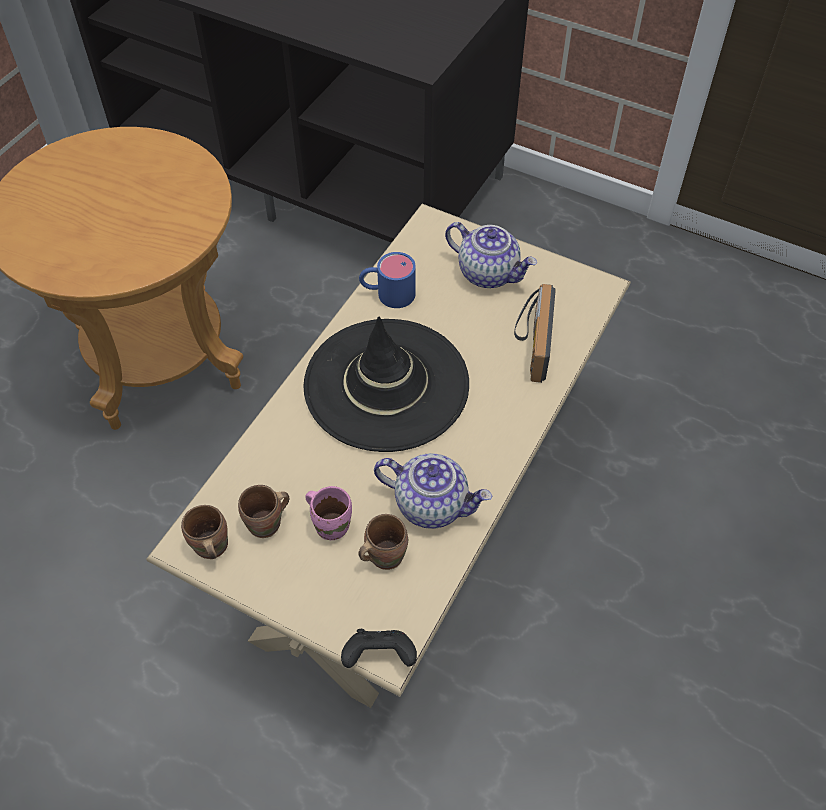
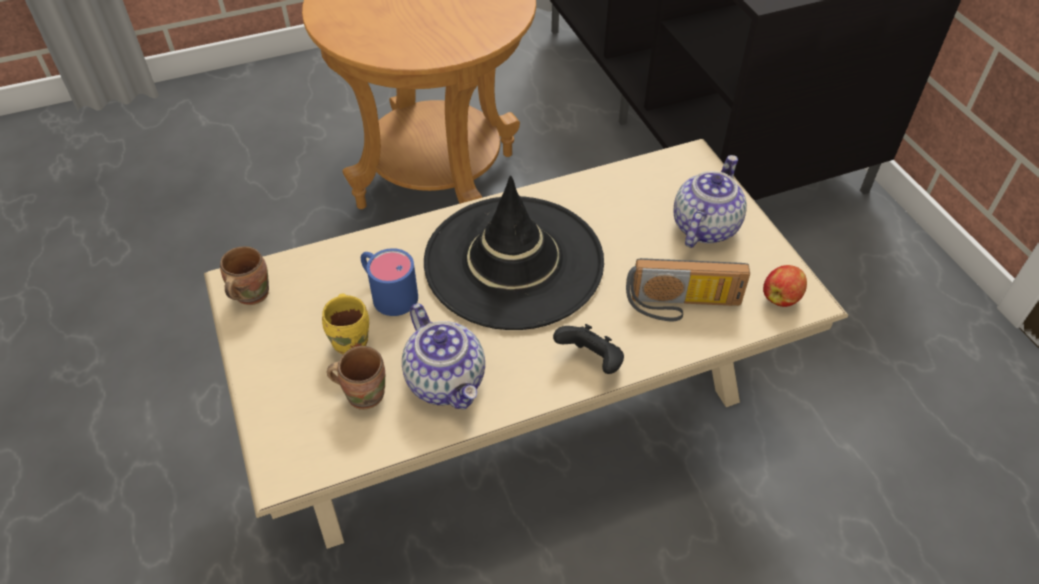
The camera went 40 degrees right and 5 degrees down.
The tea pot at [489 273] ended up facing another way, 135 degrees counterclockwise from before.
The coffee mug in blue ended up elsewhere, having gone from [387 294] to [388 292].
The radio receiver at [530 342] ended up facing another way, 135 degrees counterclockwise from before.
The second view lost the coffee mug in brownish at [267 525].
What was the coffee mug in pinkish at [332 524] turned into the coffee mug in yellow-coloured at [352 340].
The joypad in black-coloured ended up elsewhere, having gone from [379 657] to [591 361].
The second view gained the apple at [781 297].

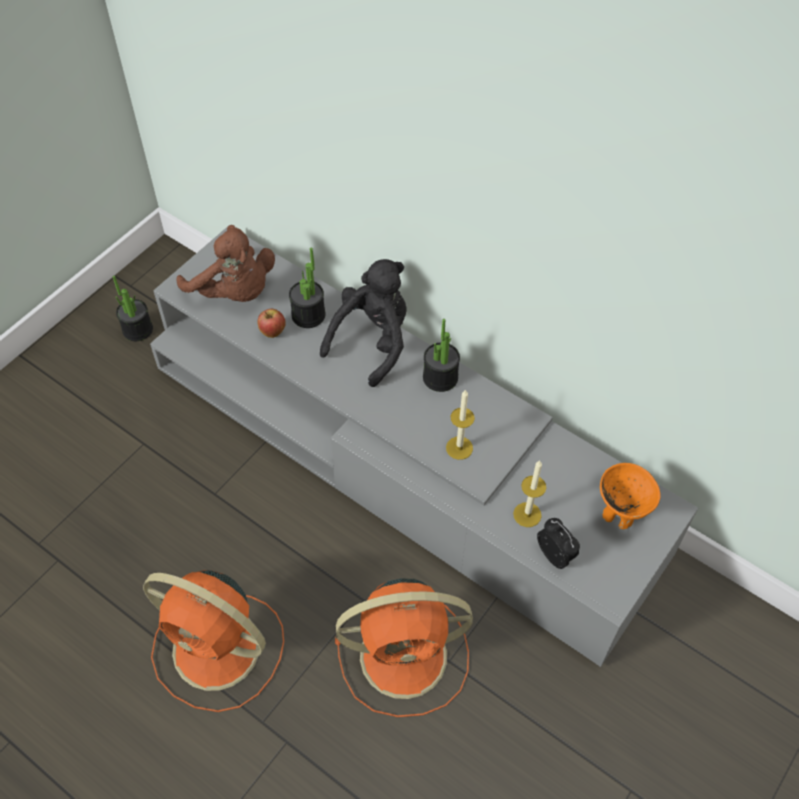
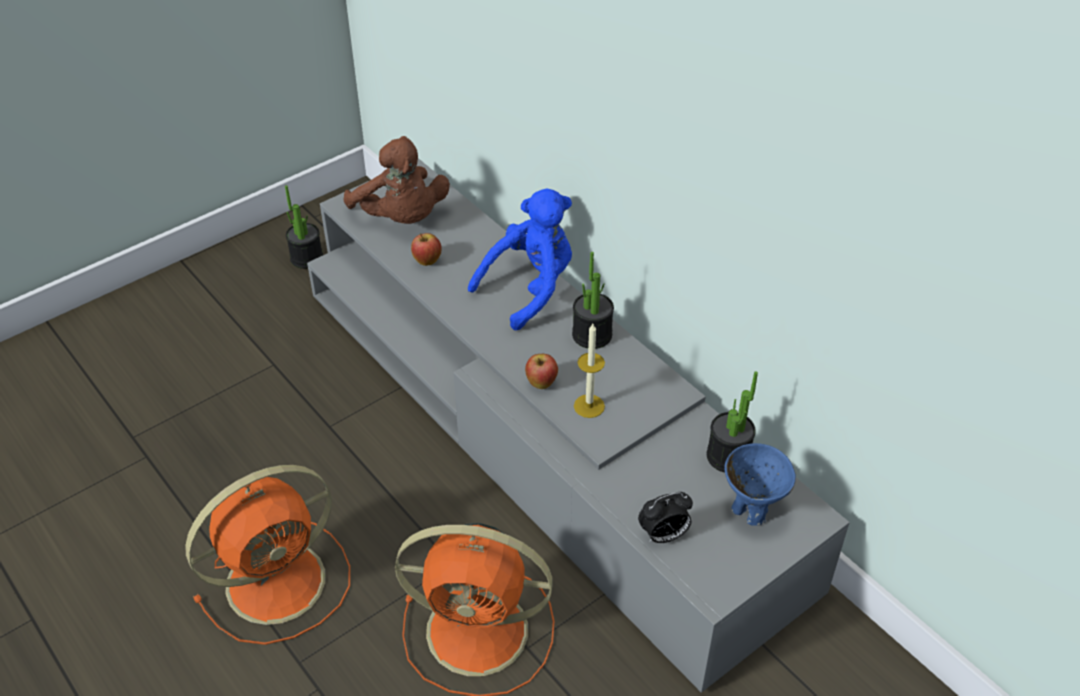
The camera went 15 degrees right and 10 degrees down.
The potted plant ended up elsewhere, having gone from [308 315] to [728 456].
What was the plush toy in black-coloured at [372 341] turned into the plush toy in blue at [530 288].
The second view lost the candle at [527 514].
What was the deep dish in orange at [618 516] turned into the deep dish in blue at [750 511].
The table clock at [556 555] ended up facing another way, 90 degrees clockwise from before.
The fan in orange at [220 650] ended up facing another way, 75 degrees counterclockwise from before.
The second view gained the apple at [541 384].

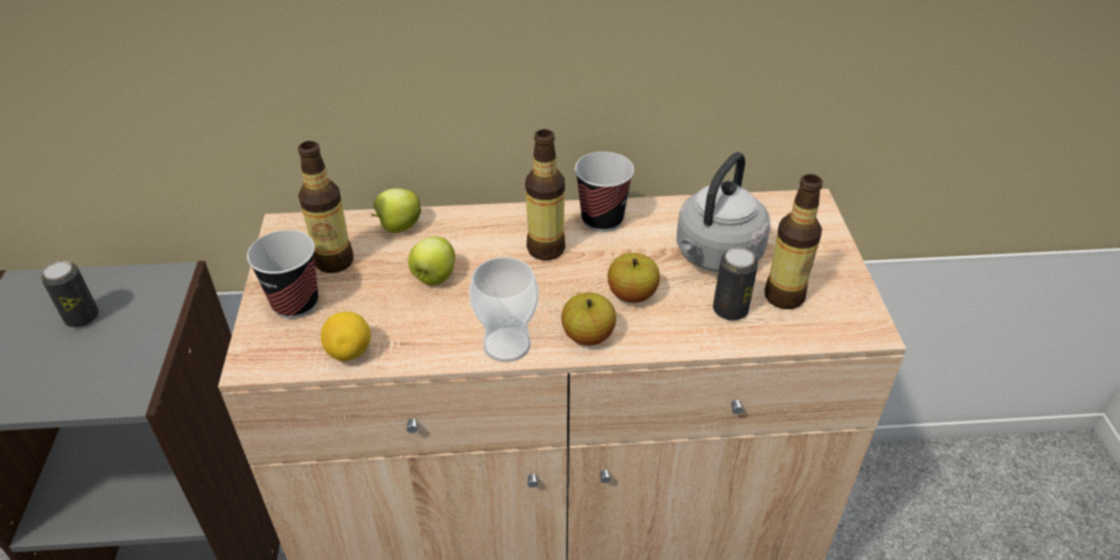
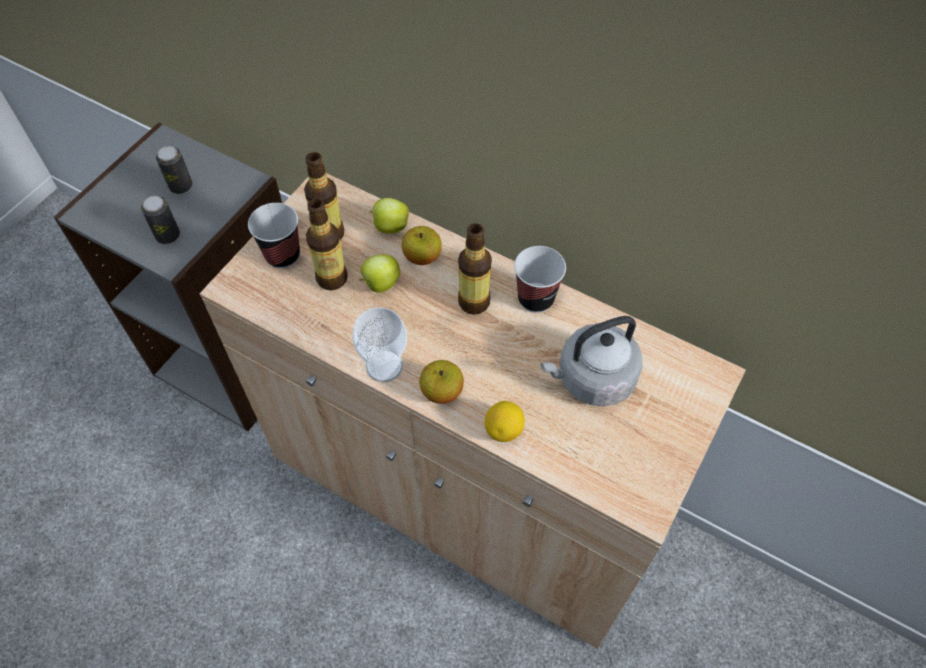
The camera went 35 degrees right and 15 degrees up.
The drink bottle ended up elsewhere, having gone from [784 296] to [332 278].
The sealed can ended up elsewhere, having gone from [730 310] to [168 235].
The apple ended up elsewhere, having gone from [632 294] to [422 256].
The whole lemon ended up elsewhere, having gone from [350 352] to [504 430].

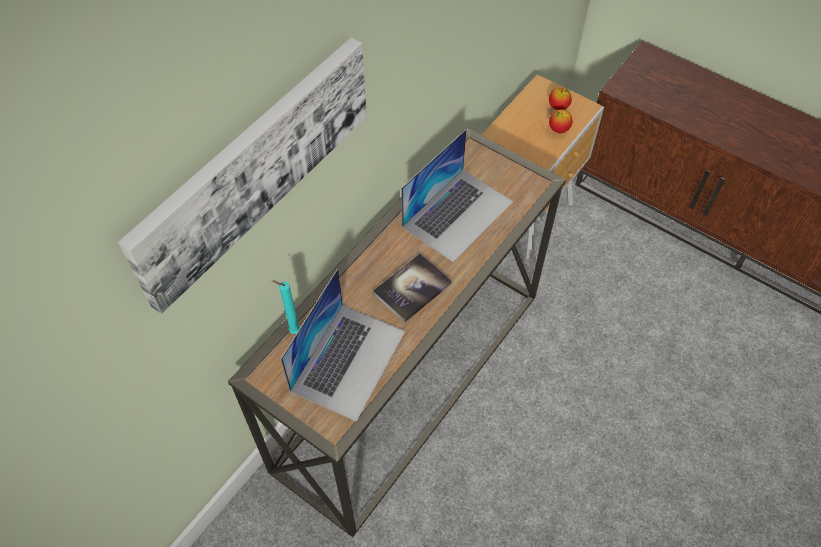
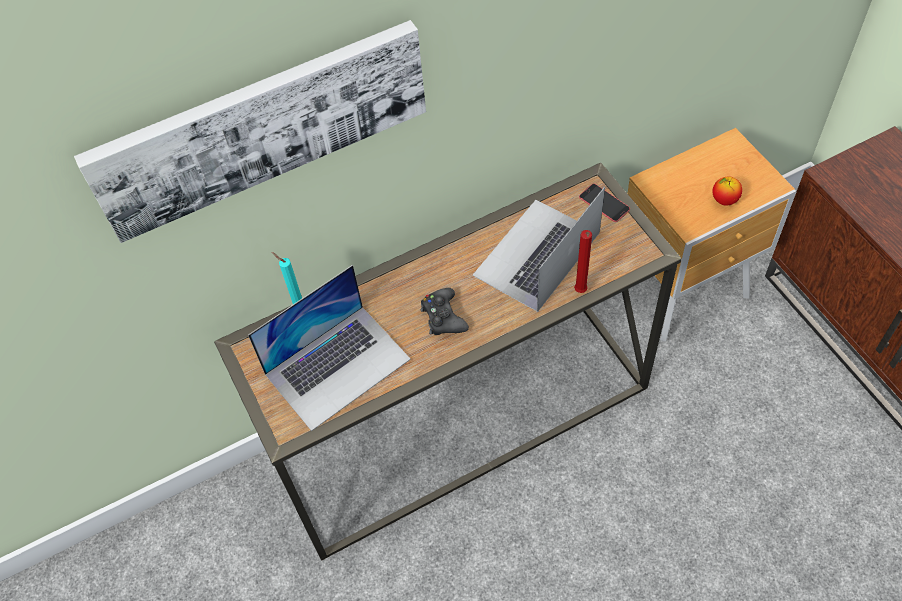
The camera went 30 degrees right and 0 degrees up.
The second view lost the apple at [558 107].
The notebook computer at [457 214] ended up facing another way, 150 degrees clockwise from before.
Where the book stood at [412 288], the joypad in black-coloured came to stand at [443 317].
The second view gained the telephone at [604 203].
The second view gained the candle in reddish at [580 292].

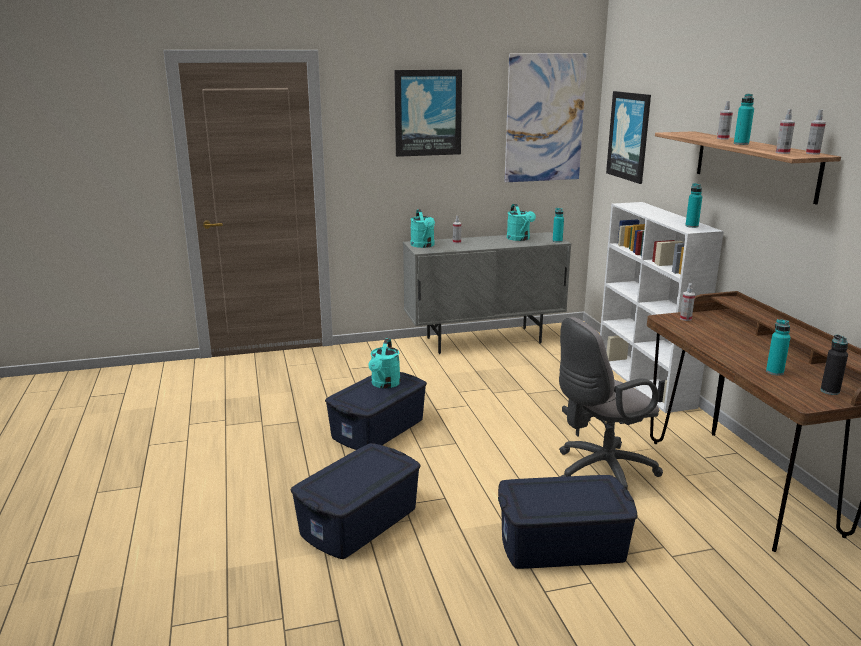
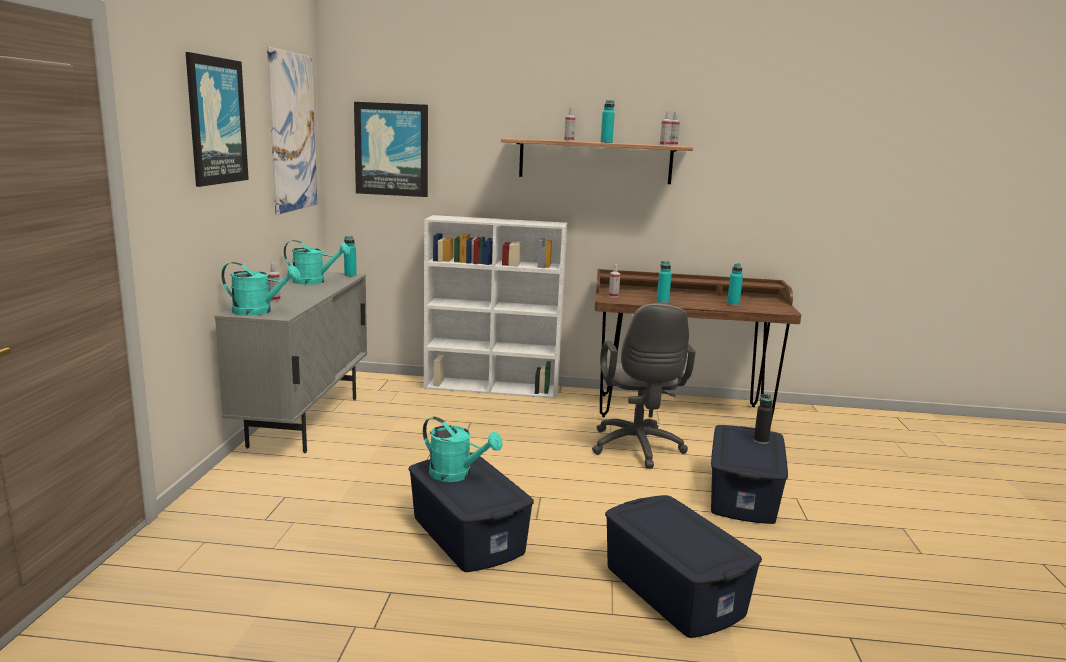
The camera went 70 degrees left and 5 degrees down.
The drink bottle in blue-green ended up elsewhere, having gone from [691 226] to [662 302].
The drink bottle in black-coloured ended up elsewhere, having gone from [830 391] to [761 441].

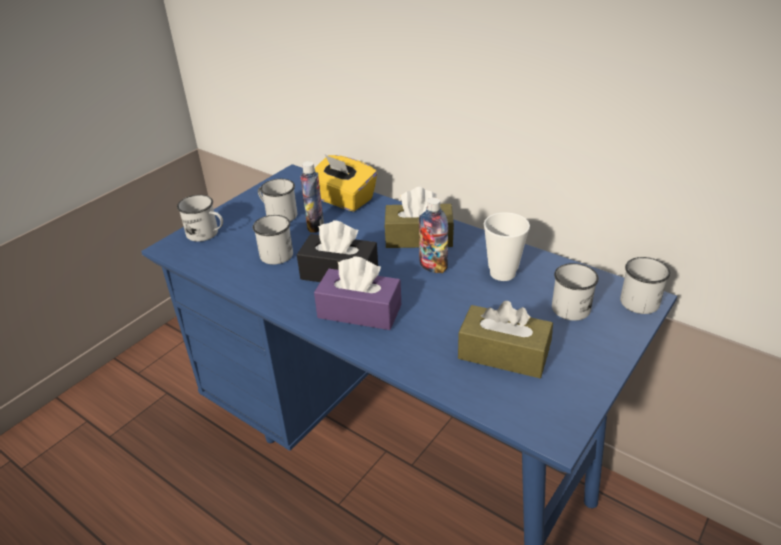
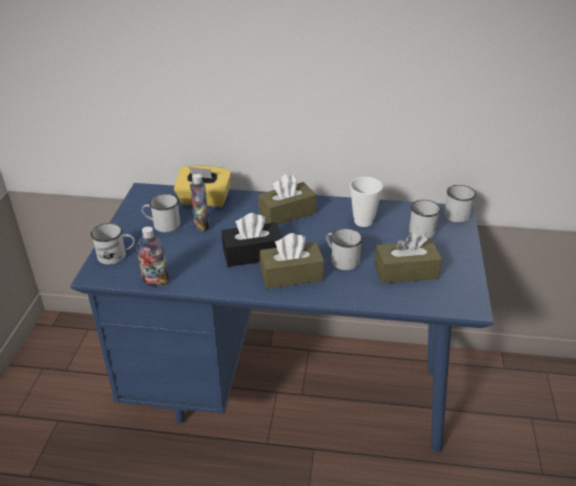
The camera went 30 degrees left and 0 degrees up.
The drink bottle ended up elsewhere, having gone from [433 267] to [155 282].
The coffee mug in whitish ended up elsewhere, having gone from [275 252] to [341 259].
What was the box of tissues in purple-coloured at [359 311] turned into the box of tissues in brownish at [291 275].

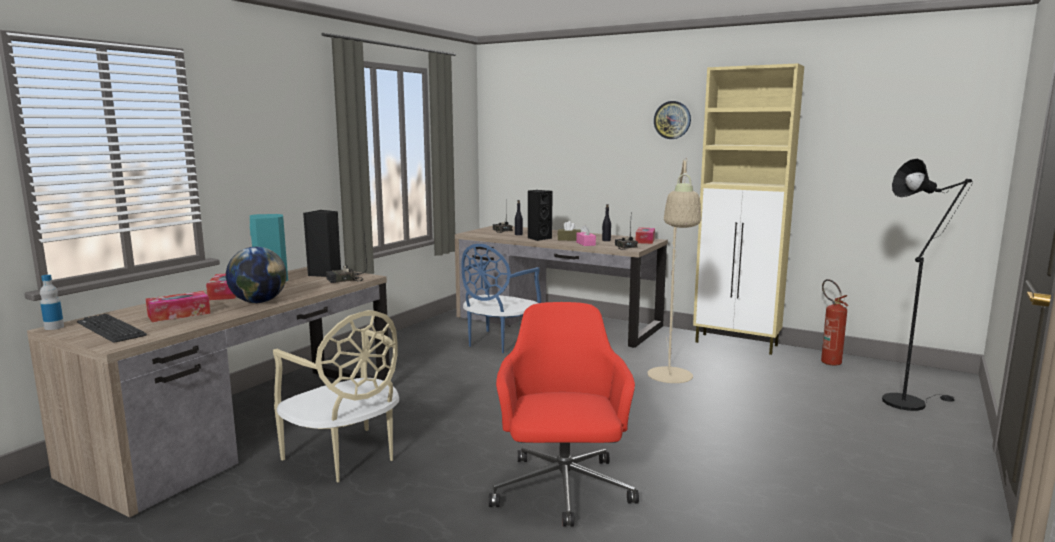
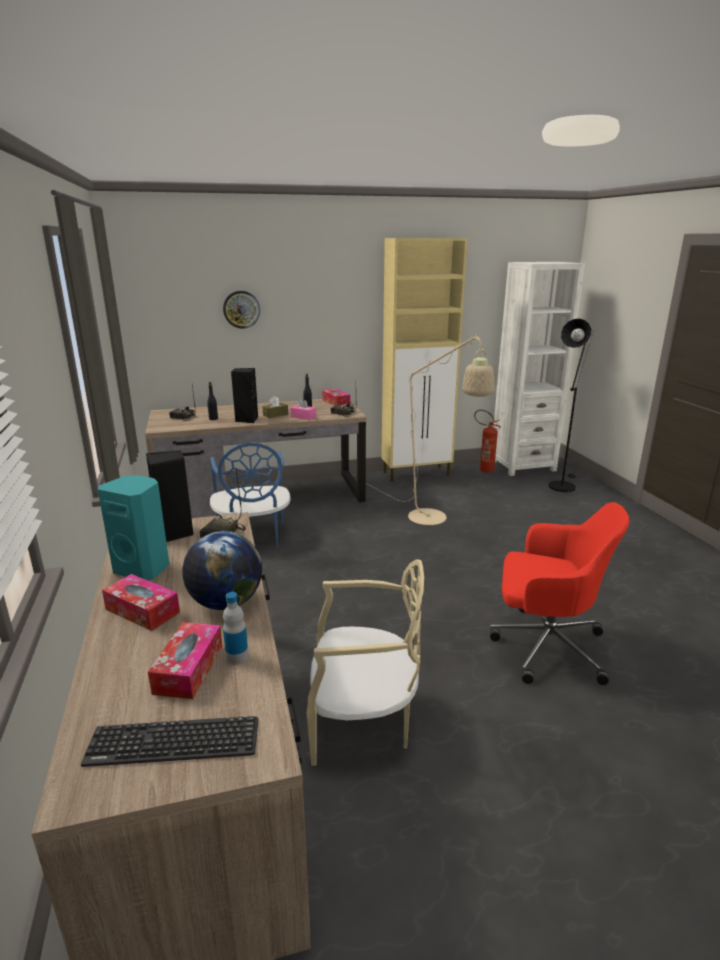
The camera went 45 degrees left and 10 degrees up.
The wall clock ended up elsewhere, having gone from [672 120] to [241 309].
The drink bottle ended up elsewhere, having gone from [54 327] to [237 656].
The computer chair in reddish at [562 491] ended up facing another way, 150 degrees clockwise from before.
The second view gained the bookshelf in whitish at [522 466].

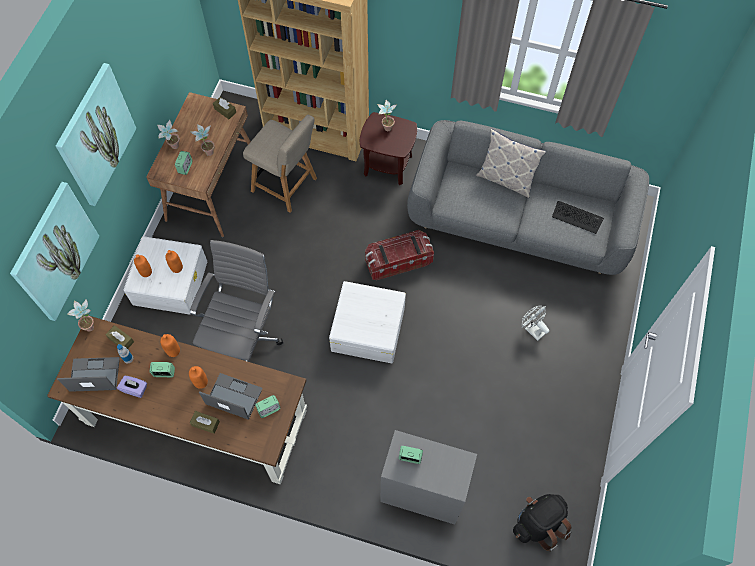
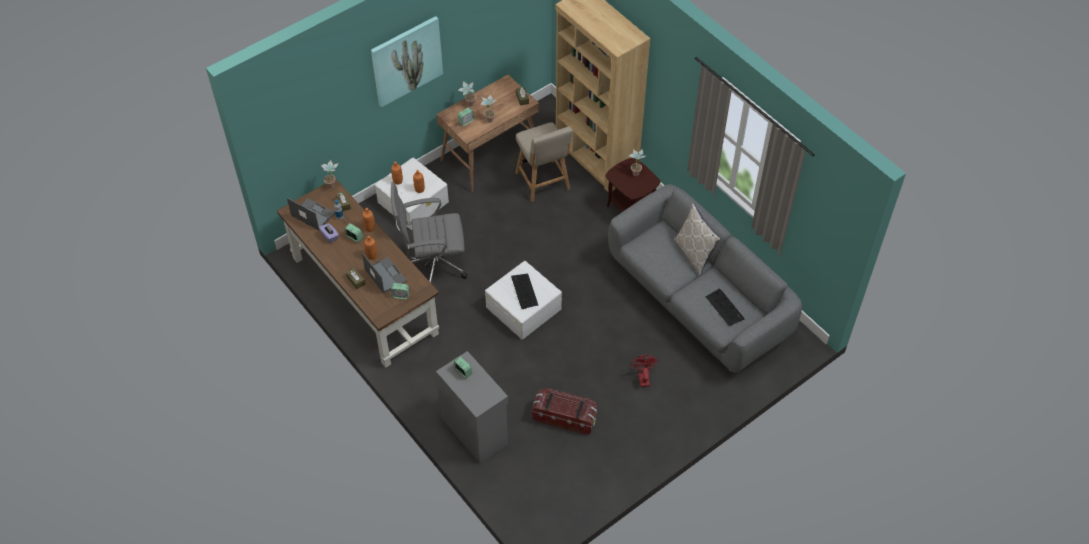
The camera went 35 degrees right and 10 degrees down.
The second view lost the wall picture at [54 252].
The storage bin ended up elsewhere, having gone from [398 261] to [564 417].
The computer chair in grey at [244 340] ended up facing another way, 150 degrees counterclockwise from before.
What was the fan in whitish at [532 329] turned into the fan in reddish at [643 377].
The second view lost the rucksack in black-coloured at [538 523].
The second view gained the computer keyboard at [524 291].

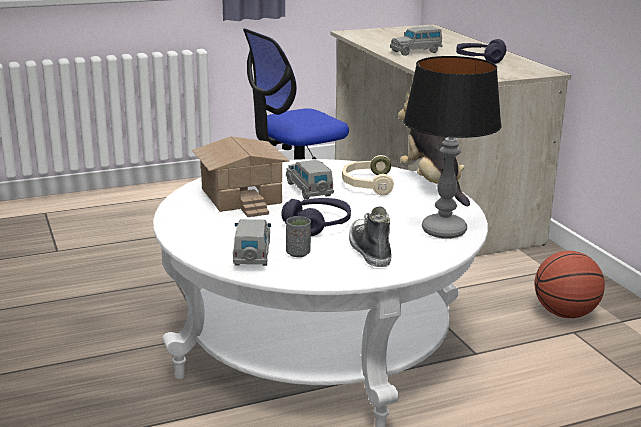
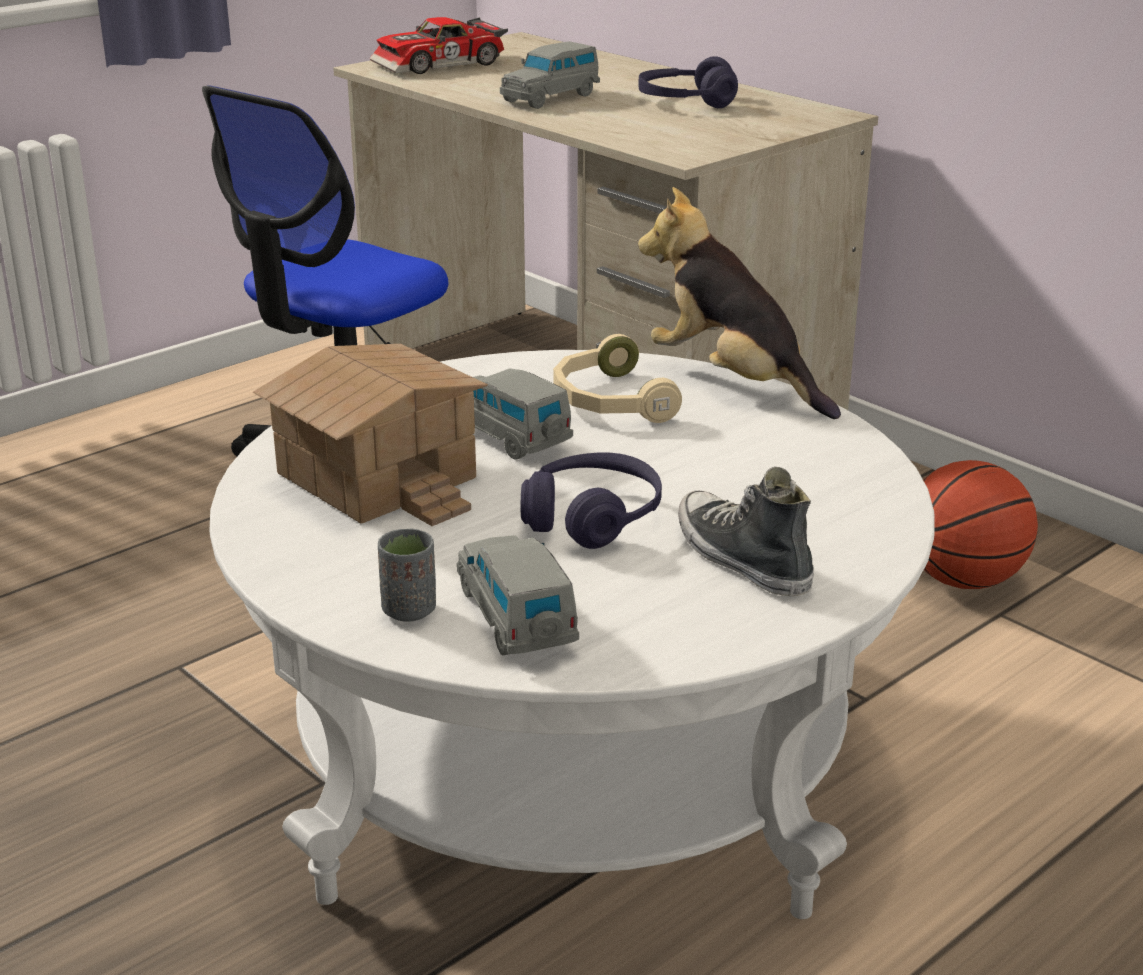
The camera went 20 degrees left and 5 degrees up.
The second view lost the tabletop lamp at [443 231].
The drinking cup in grey ended up elsewhere, having gone from [298 253] to [409 610].
The second view gained the toy car at [441 64].

